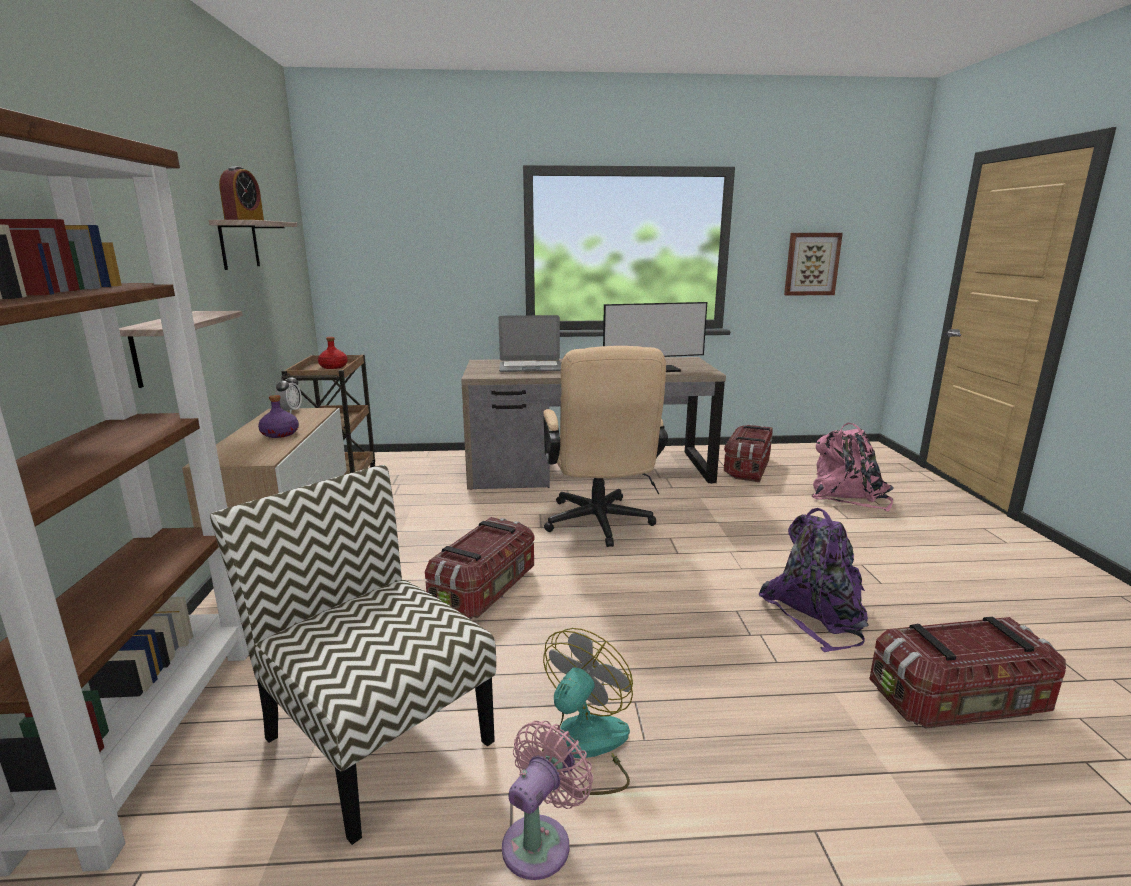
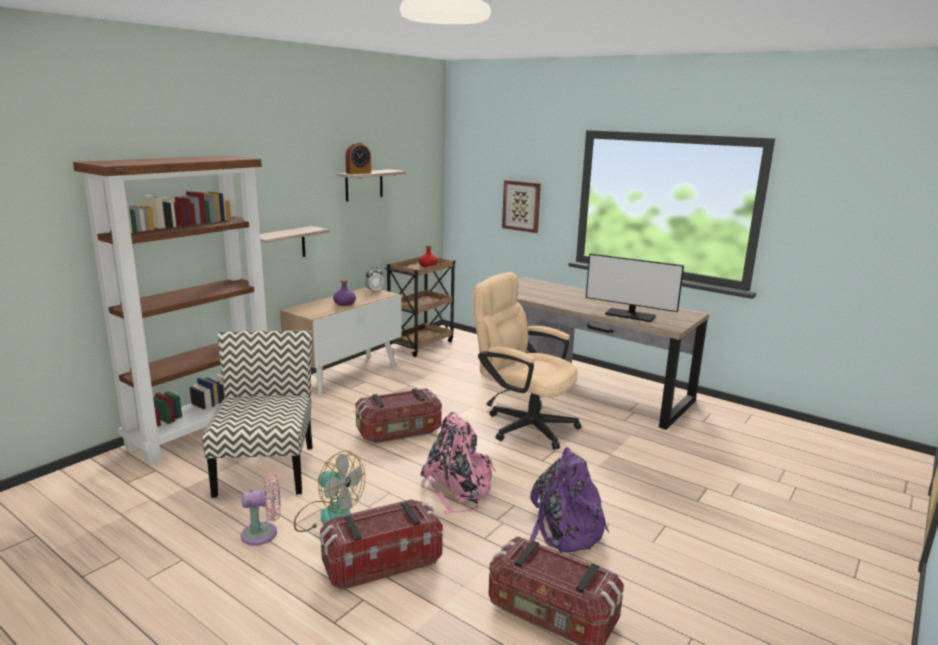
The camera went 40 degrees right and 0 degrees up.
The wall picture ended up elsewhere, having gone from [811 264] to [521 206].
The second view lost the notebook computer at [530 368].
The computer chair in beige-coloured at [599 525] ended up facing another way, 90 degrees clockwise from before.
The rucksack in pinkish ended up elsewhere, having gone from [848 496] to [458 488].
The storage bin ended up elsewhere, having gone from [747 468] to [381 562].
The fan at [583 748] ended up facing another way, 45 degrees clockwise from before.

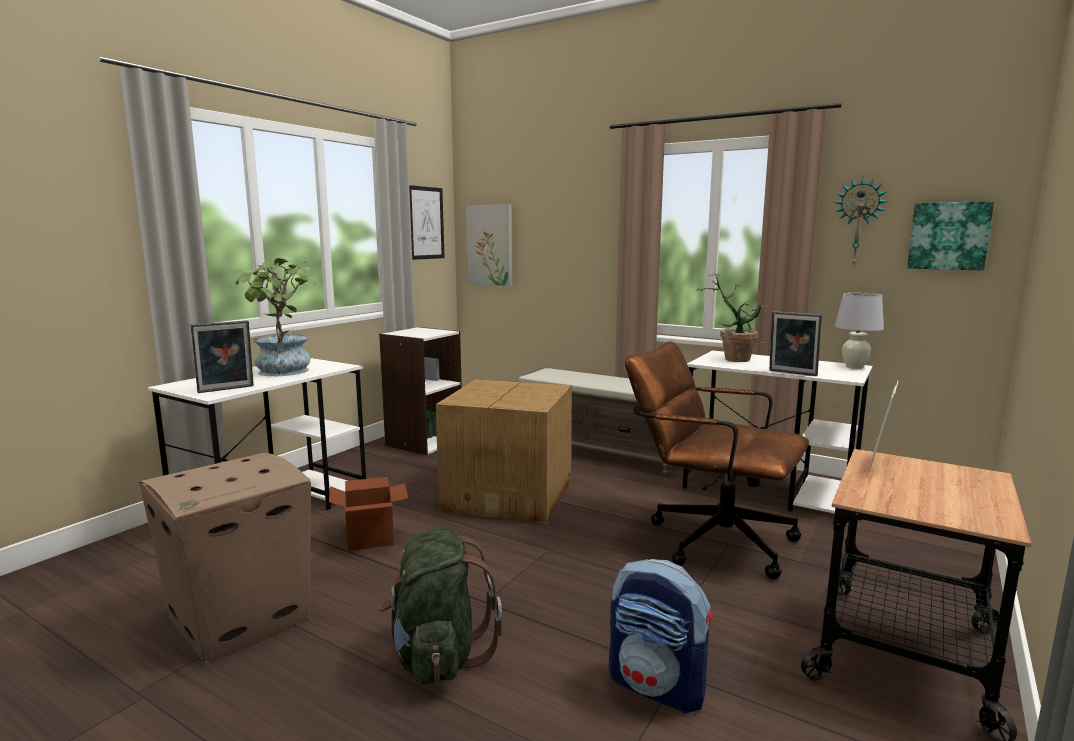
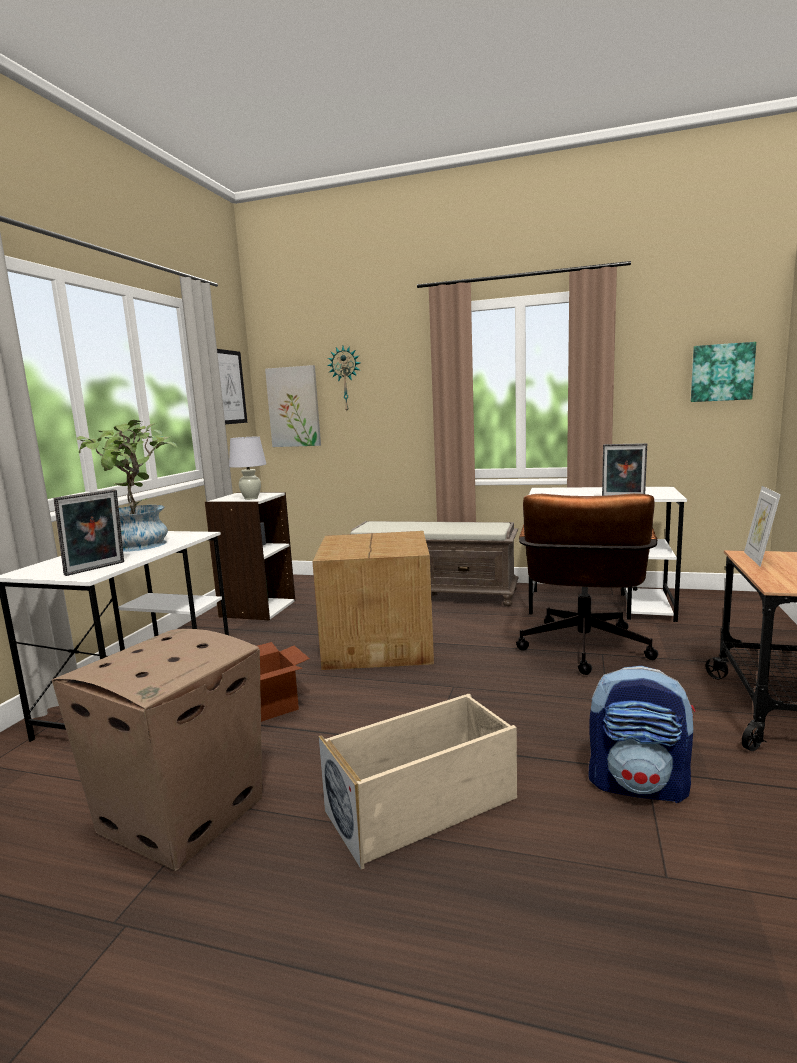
The camera went 15 degrees left and 0 degrees up.
The wall clock ended up elsewhere, having gone from [858 222] to [345 379].
The second view lost the potted plant at [734 358].
The tabletop lamp in whitish ended up elsewhere, having gone from [854 367] to [251 498].
The computer chair in brownish at [709 538] ended up facing another way, 90 degrees counterclockwise from before.
Where the rucksack in green-coloured stood at [438 656], the storage bin in beige-coloured came to stand at [423 805].

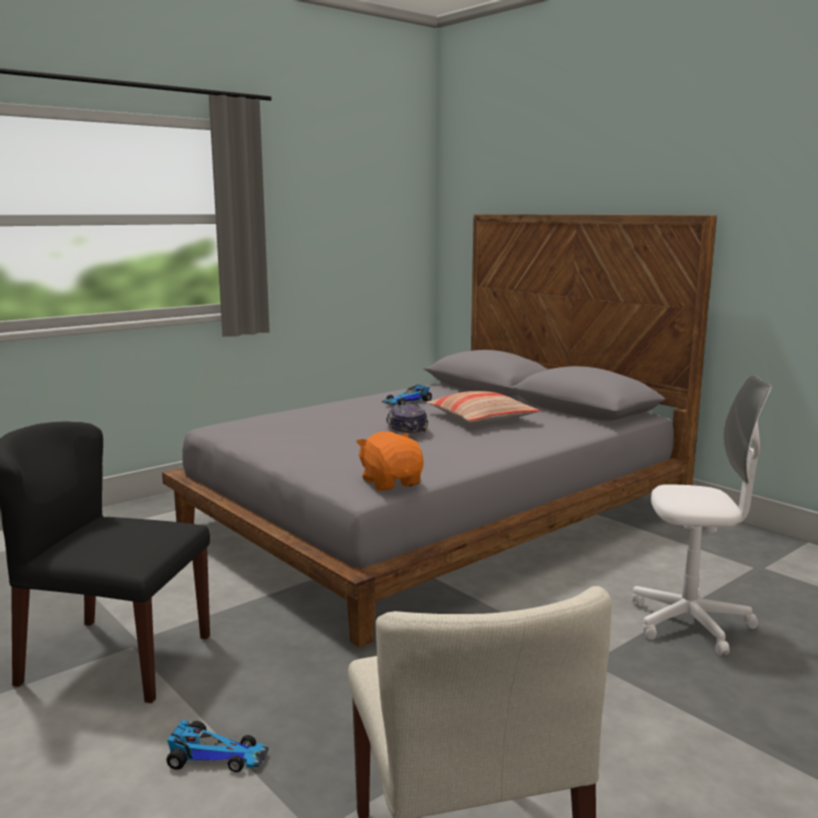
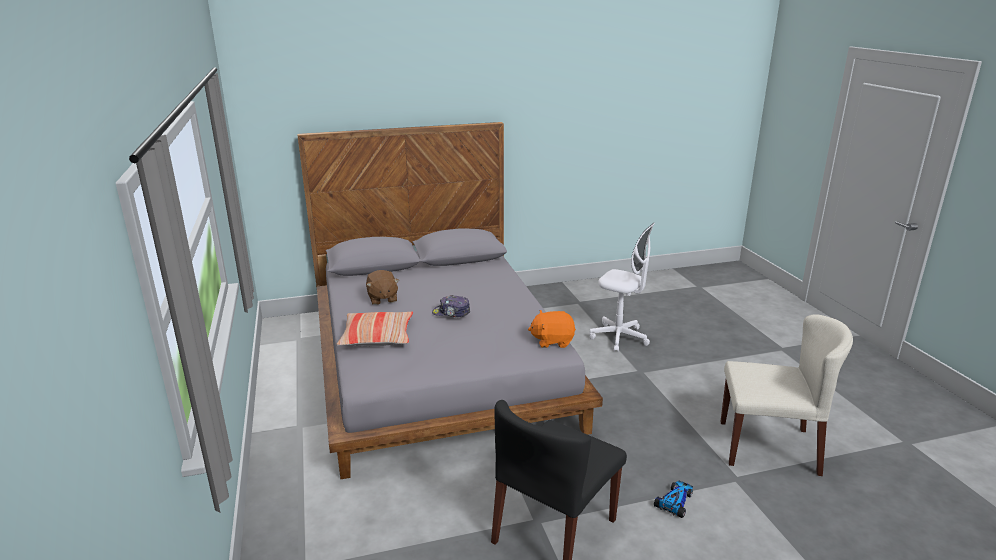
The camera went 65 degrees left and 10 degrees up.
The computer chair in whitish at [690 623] ended up facing another way, 90 degrees clockwise from before.
Where the toy car stood at [407 402], the plush toy in brownish came to stand at [382 299].
The pillow ended up elsewhere, having gone from [481 419] to [377 337].

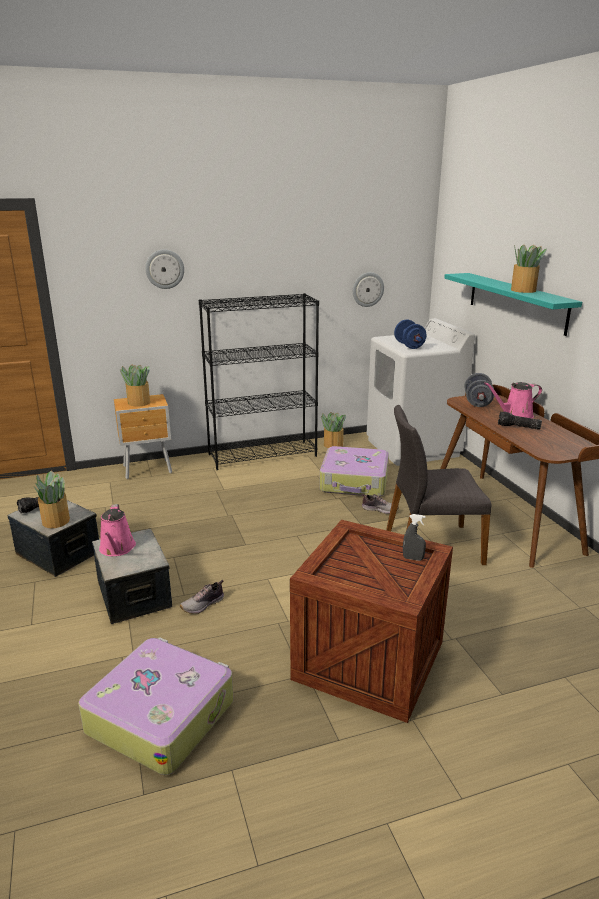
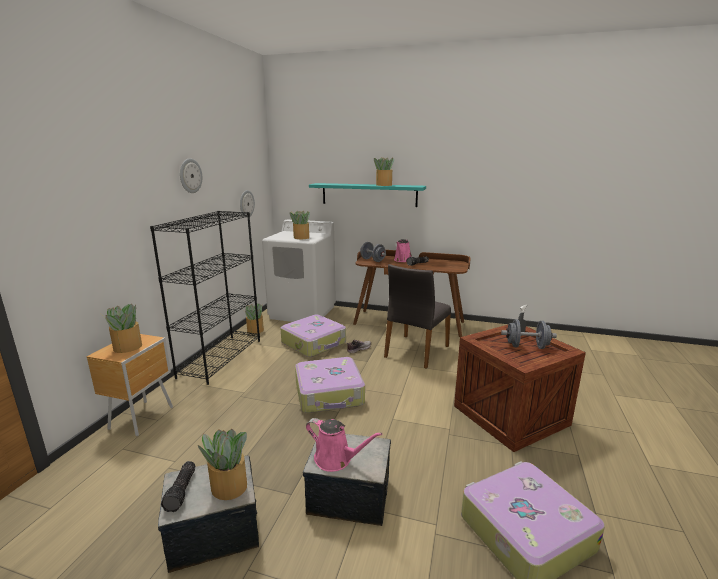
The camera went 55 degrees left and 5 degrees down.
The wall clock ended up elsewhere, having gone from [164 269] to [190 176].
Where the free weight in blue stood at [409 346], the potted plant came to stand at [301 237].
The second view lost the item of footwear at [203 605].
The second view gained the free weight in grey at [526 346].
The second view gained the travel case at [329 394].

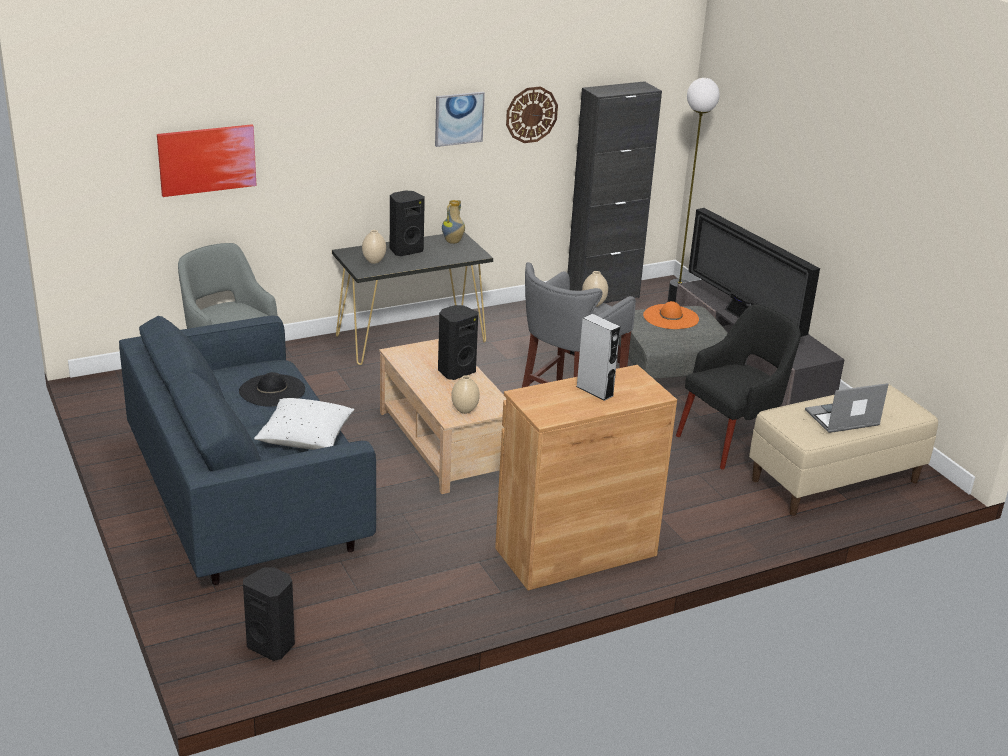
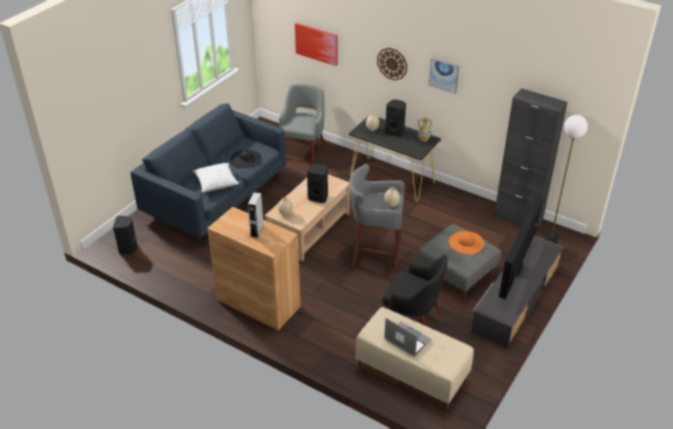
The camera went 60 degrees right and 10 degrees up.
The wall clock ended up elsewhere, having gone from [531 114] to [392 63].

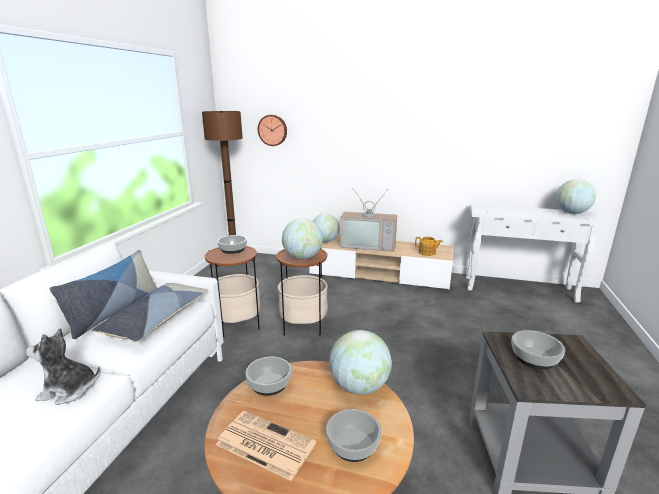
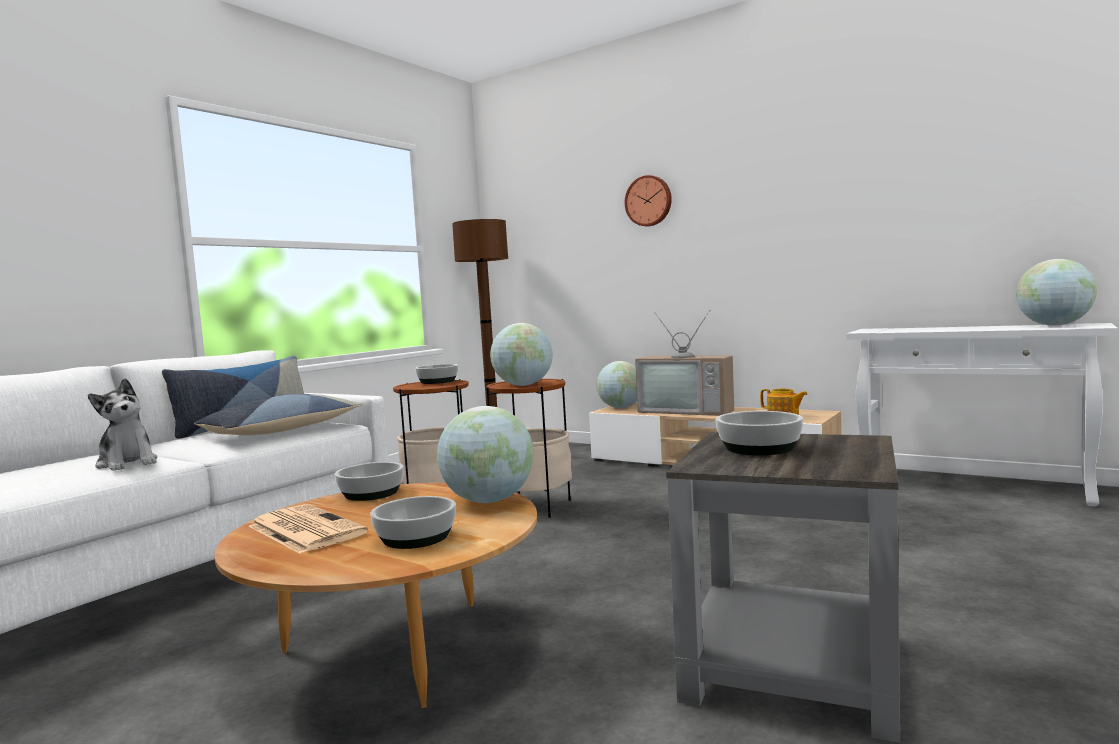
The camera went 20 degrees right and 15 degrees down.
The wall clock ended up elsewhere, having gone from [273 130] to [649 201].
The plush toy at [69 390] ended up facing another way, 150 degrees counterclockwise from before.

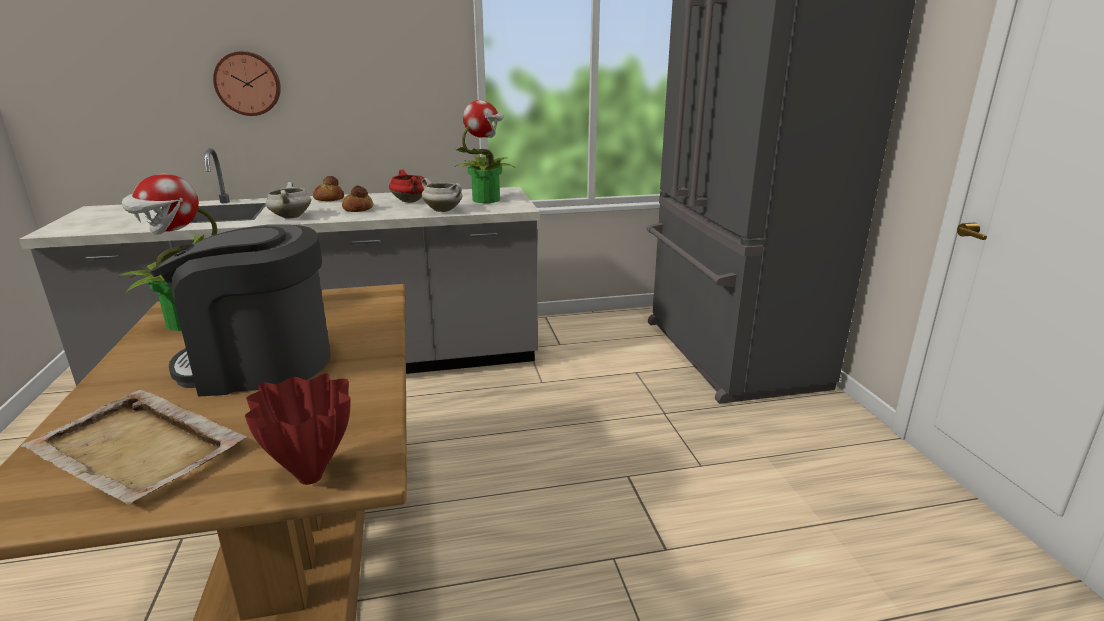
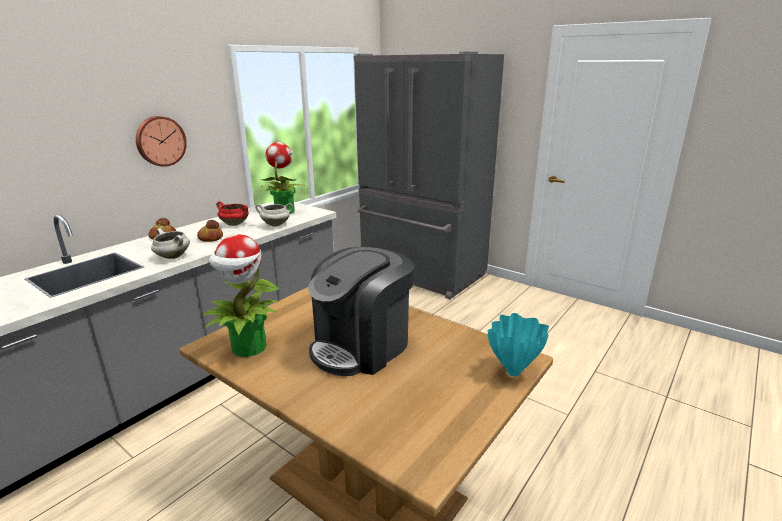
The camera went 40 degrees left and 0 degrees up.
The wall clock ended up elsewhere, having gone from [248 83] to [160 141].
What was the decorative vase in reddish at [311 478] turned into the decorative vase in blue-green at [514 372].
The second view lost the serving tray in beige-coloured at [138 450].

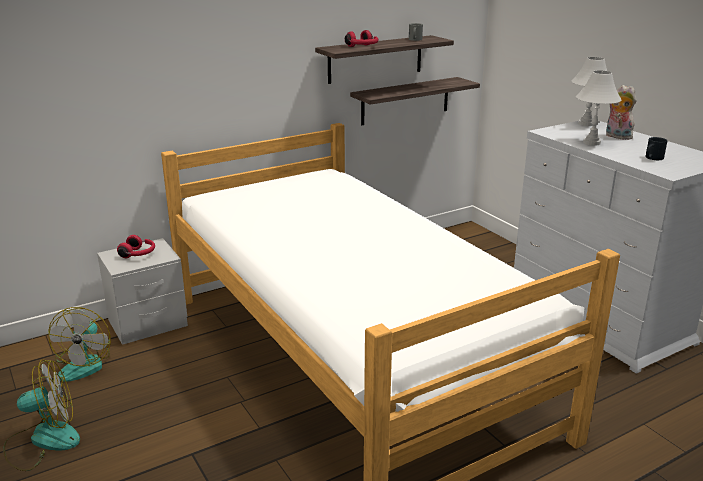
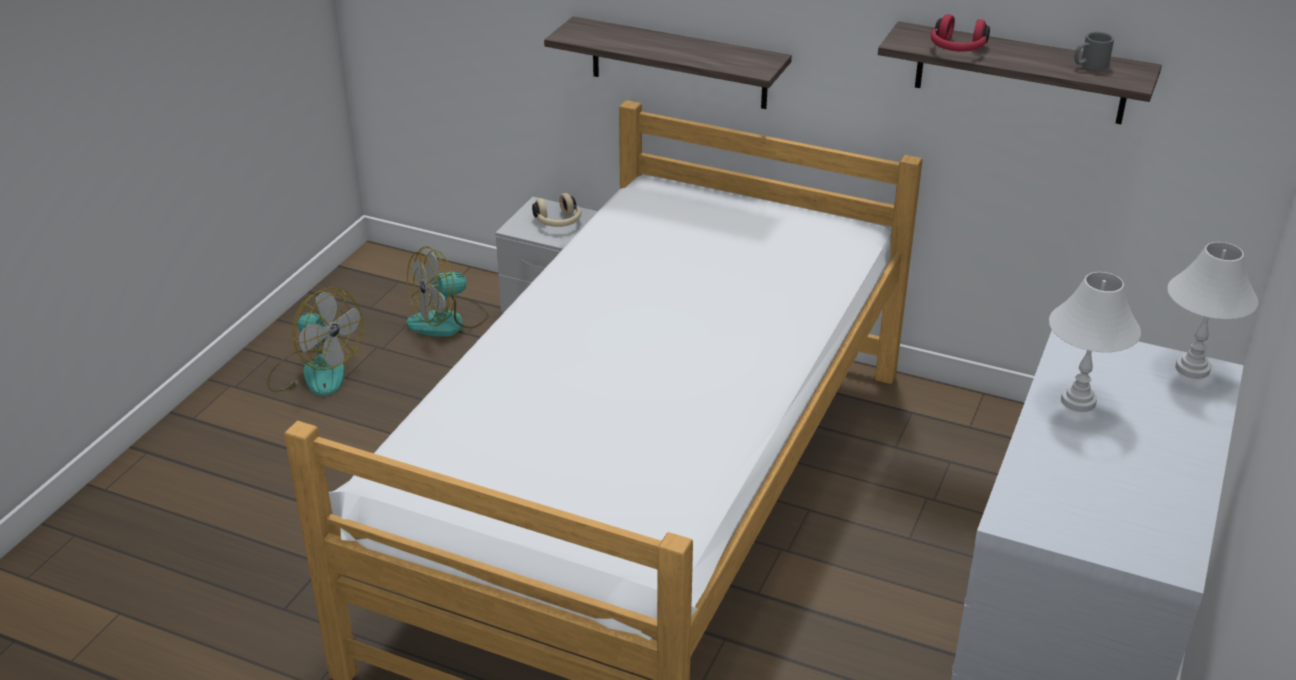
The camera went 55 degrees right and 10 degrees up.
The shelf ended up elsewhere, having gone from [405 101] to [678 63].
The second view lost the plush toy at [617 137].
The second view lost the coffee mug in black-coloured at [652 158].
What was the headphones in reddish at [138 254] turned into the headphones in beige-coloured at [558 222].

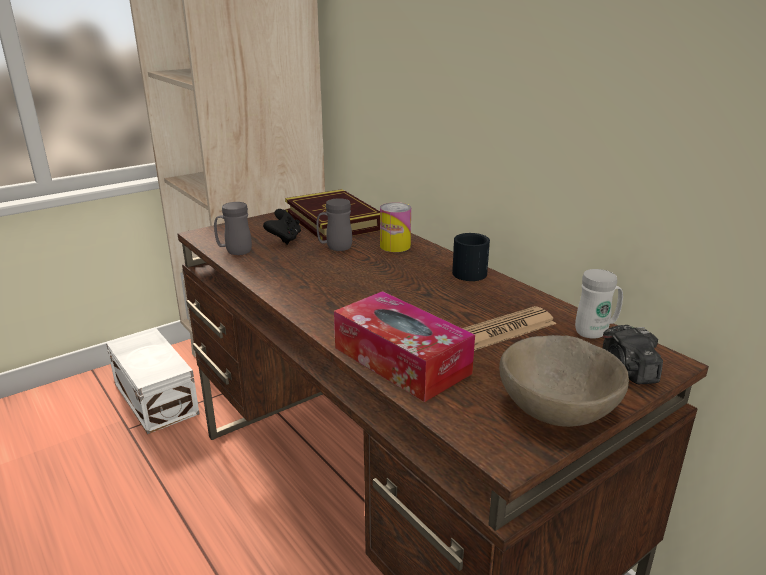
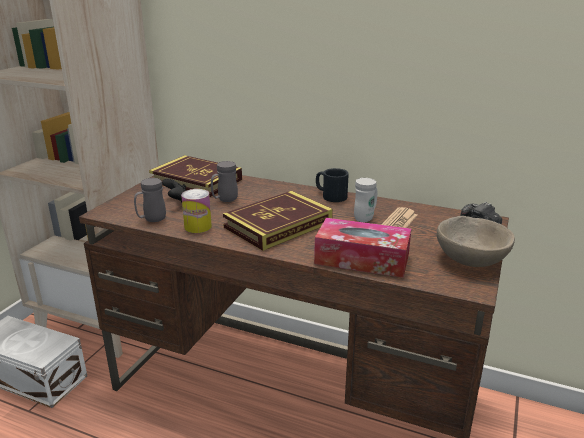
The camera went 30 degrees left and 0 degrees up.
The sealed can ended up elsewhere, having gone from [395 246] to [198 227].
The coffee mug in whitish ended up elsewhere, having gone from [596 332] to [365 217].
The second view gained the book at [278 225].

